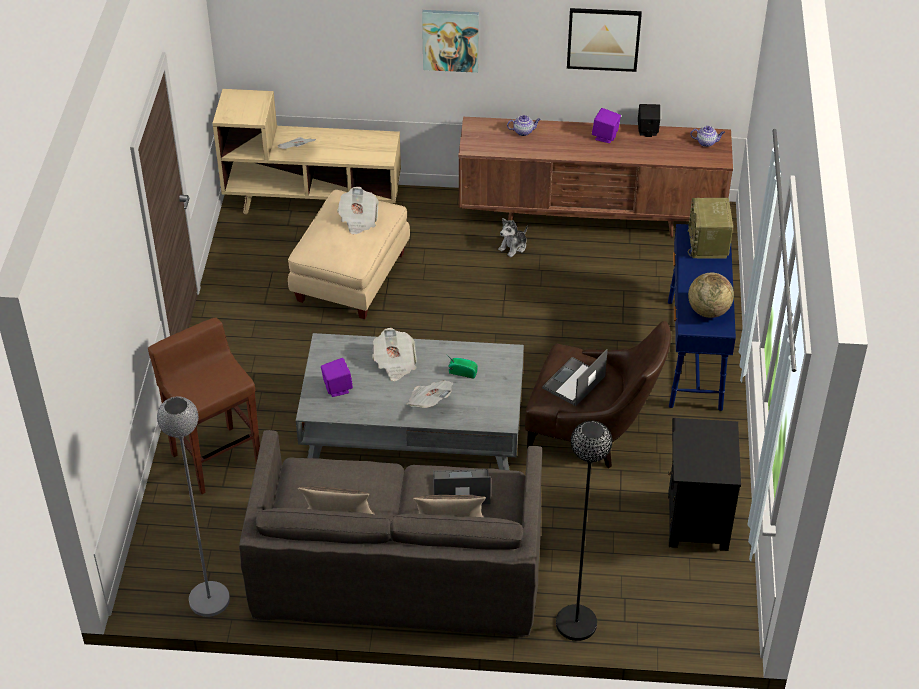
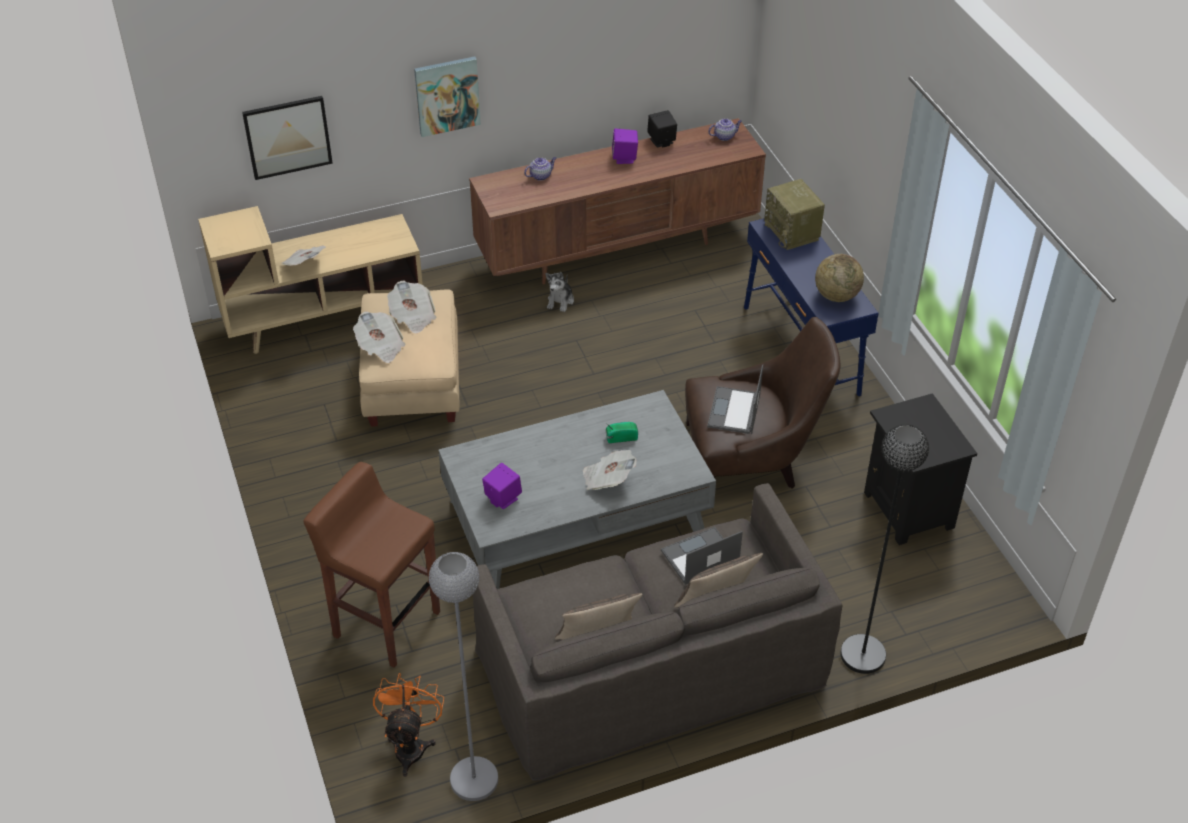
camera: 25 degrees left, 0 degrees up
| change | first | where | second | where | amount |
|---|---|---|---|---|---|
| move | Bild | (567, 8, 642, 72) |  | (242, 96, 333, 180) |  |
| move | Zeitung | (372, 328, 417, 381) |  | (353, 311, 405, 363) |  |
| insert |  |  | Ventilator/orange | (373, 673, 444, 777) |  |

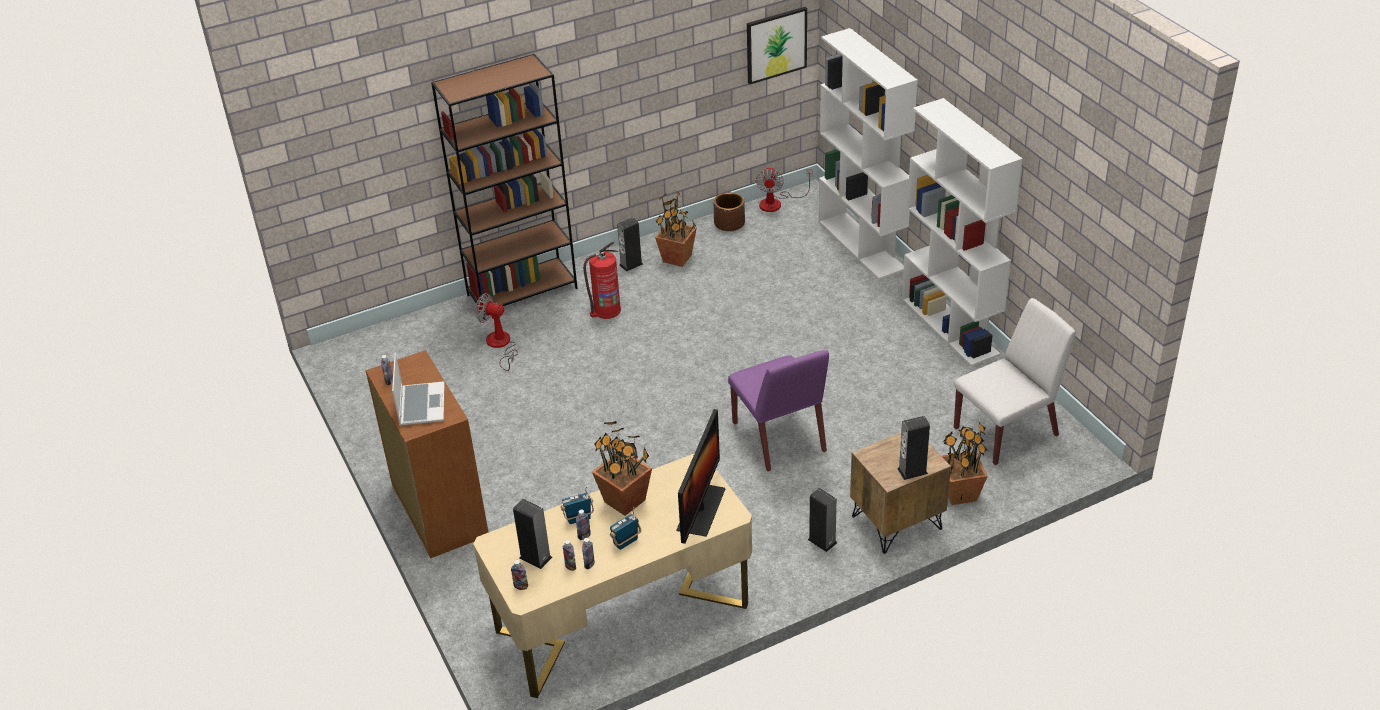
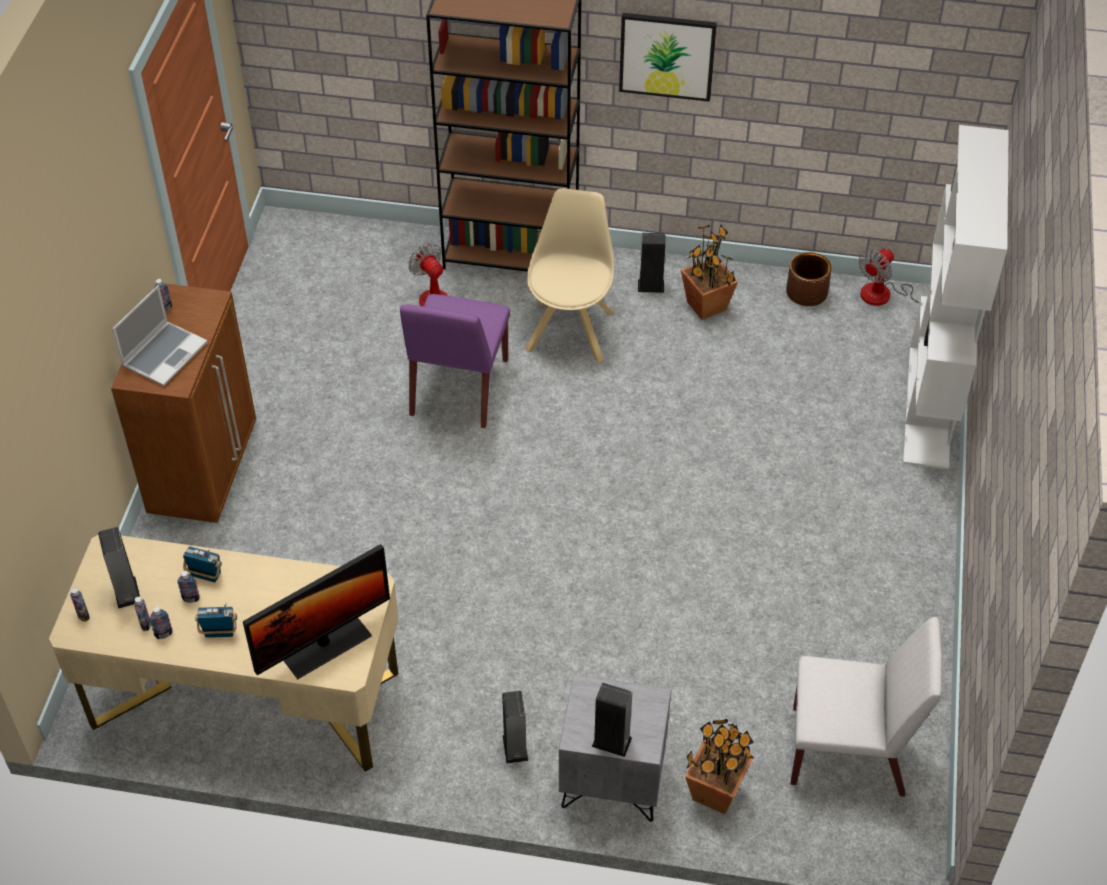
camera: 35 degrees right, 10 degrees up
| change | first | where | second | where | amount |
|---|---|---|---|---|---|
| move | Bild | (747, 7, 807, 84) |  | (619, 13, 717, 102) |  |
| delete | Bücherregal/weiß | (902, 98, 1022, 367) |  |  |  |
| replace | Feuerlöscher | (583, 241, 621, 319) | Stuhl/beige | (525, 188, 614, 362) |  |
| move | Stuhl/lila | (728, 350, 829, 472) |  | (400, 294, 510, 428) |  |
| delete | Topfpflanze | (592, 421, 652, 516) |  |  |  |
| recolor | Nachttisch/braun | (850, 433, 951, 554) | Nachttisch/grau | (559, 675, 672, 822) |  |

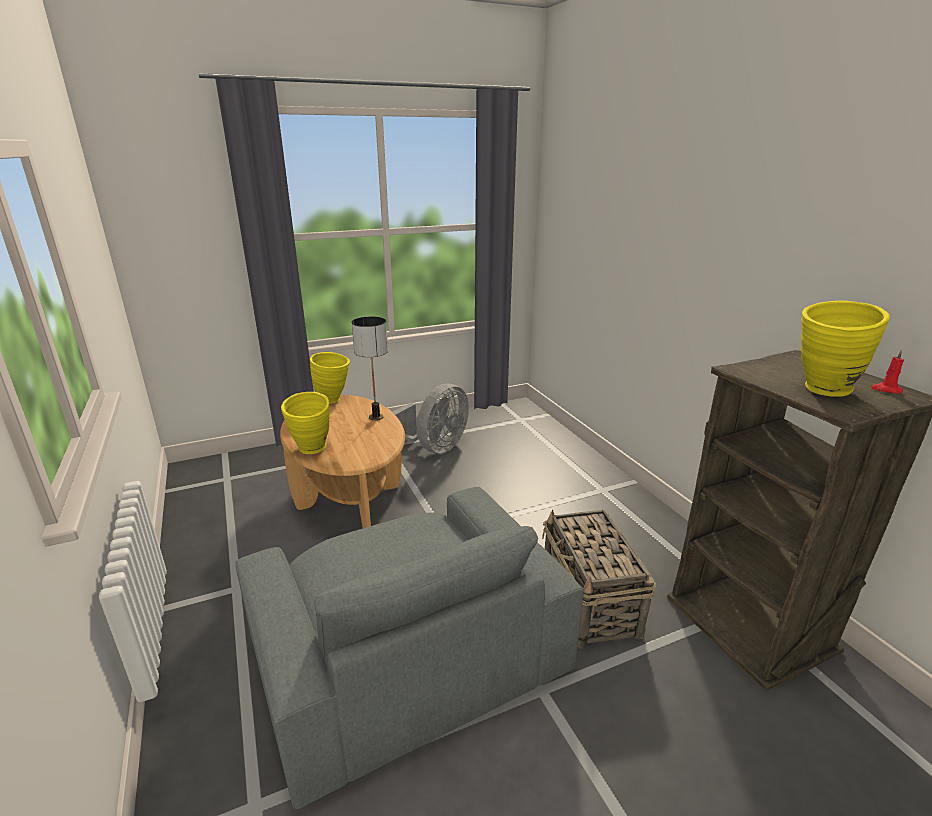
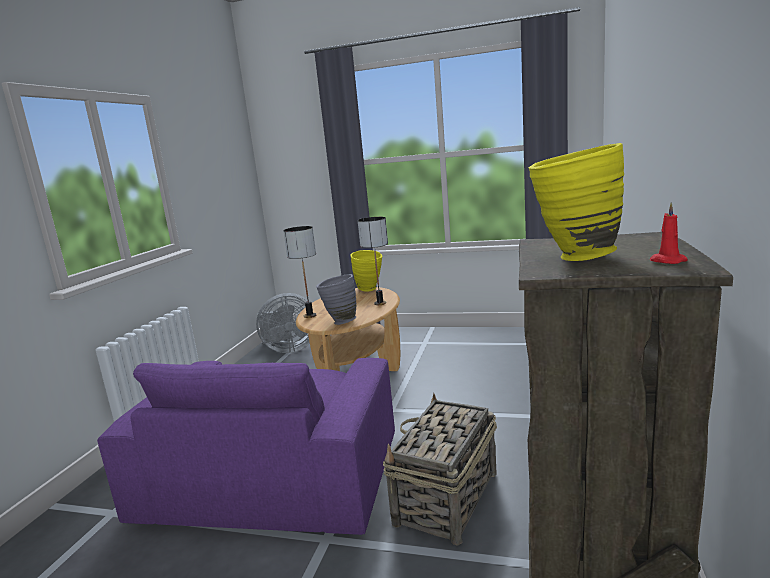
camera: 40 degrees right, 10 degrees down
| change | first | where | second | where | amount |
|---|---|---|---|---|---|
| move | Ventilator/grau | (393, 384, 469, 453) |  | (256, 293, 310, 353) |  |
| replace | Vase/gelb | (281, 392, 330, 454) | Tischlampe | (283, 226, 316, 318) |  |
| recolor | Sessel/grau | (235, 487, 584, 810) | Sessel/lila | (97, 358, 395, 535) |  |
| insert |  |  | Vase/grau | (316, 274, 356, 325) |  |

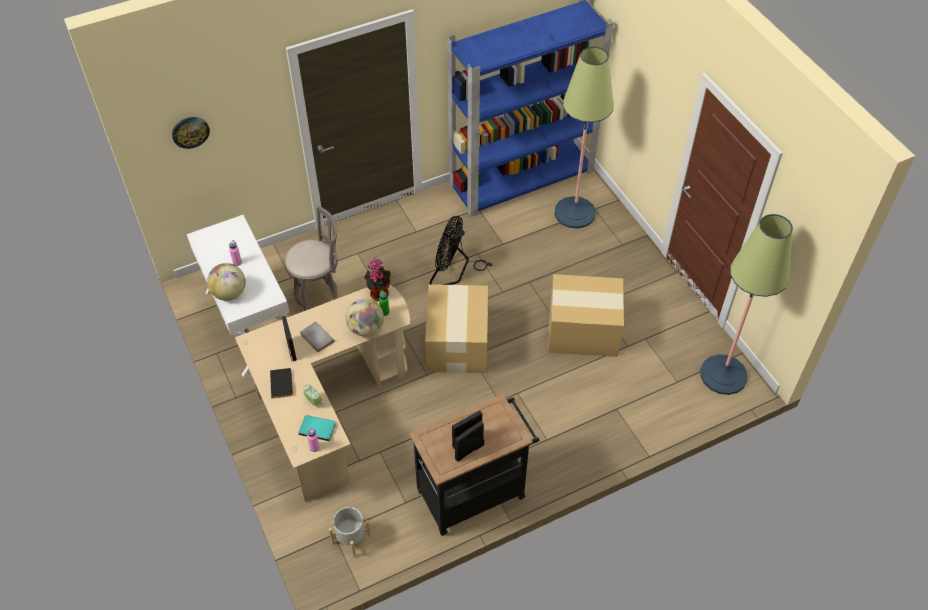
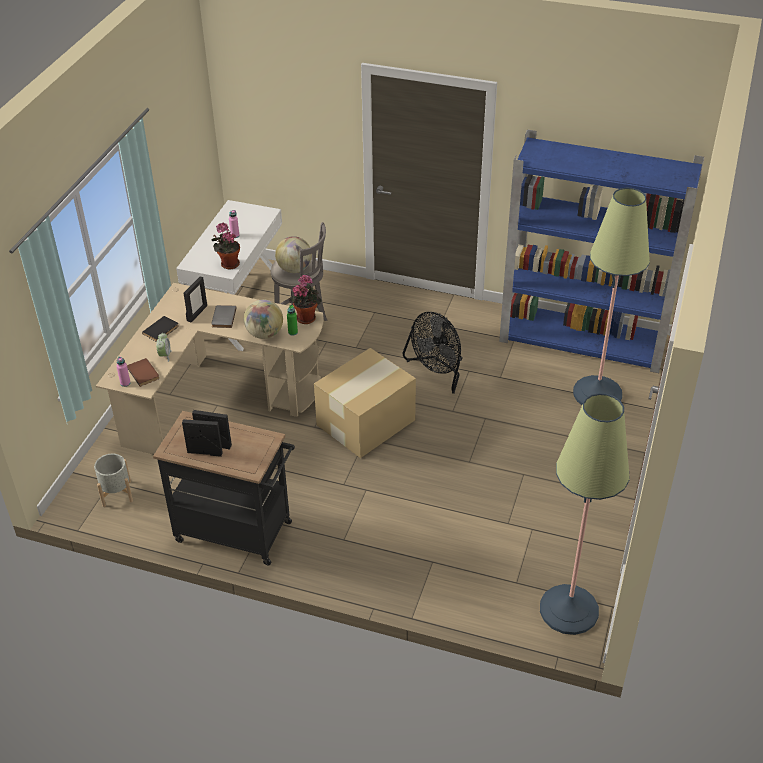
camera: 45 degrees right, 10 degrees down
| change | first | where | second | where | amount |
|---|---|---|---|---|---|
| delete | Wanduhr | (172, 117, 210, 149) |  |  |  |
| rotate | Ventilator/schwarz | (430, 215, 492, 285) |  | (403, 312, 463, 394) | 105 degrees counterclockwise |
| move | Globus | (207, 263, 246, 301) |  | (275, 236, 312, 273) |  |
| delete | Karton | (548, 274, 624, 357) |  |  |  |
| recolor | Buch/türkis | (298, 415, 336, 441) | Buch/braun | (127, 358, 159, 387) |  |
| insert |  |  | Topfpflanze | (211, 223, 240, 270) |  |

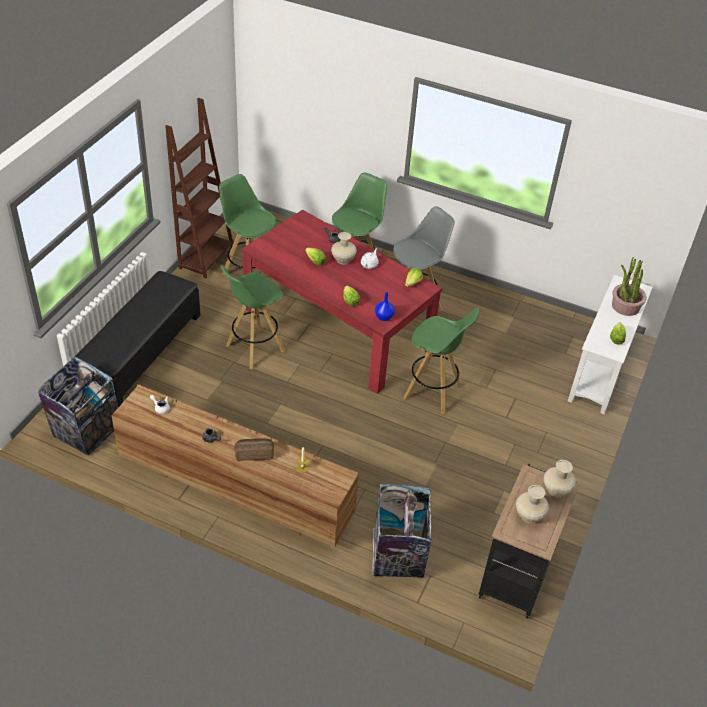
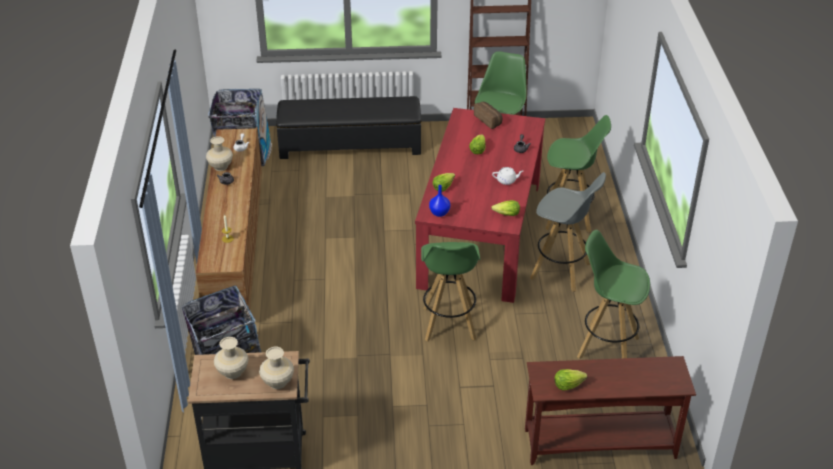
camera: 65 degrees right, 5 degrees down
| change | first | where | second | where | amount |
|---|---|---|---|---|---|
| move | Vase/beige | (331, 232, 357, 265) |  | (206, 136, 233, 171) |  |
| delete | Topfpflanze | (612, 257, 647, 316) |  |  |  |
| move | Hocker/grün | (221, 264, 285, 369) |  | (577, 230, 650, 359) |  |
| recolor | Konsolentisch/weiß | (568, 275, 653, 414) | Konsolentisch/braun | (525, 356, 696, 465) |  |
| move | Brot | (234, 438, 274, 461) |  | (474, 102, 503, 129) |  |

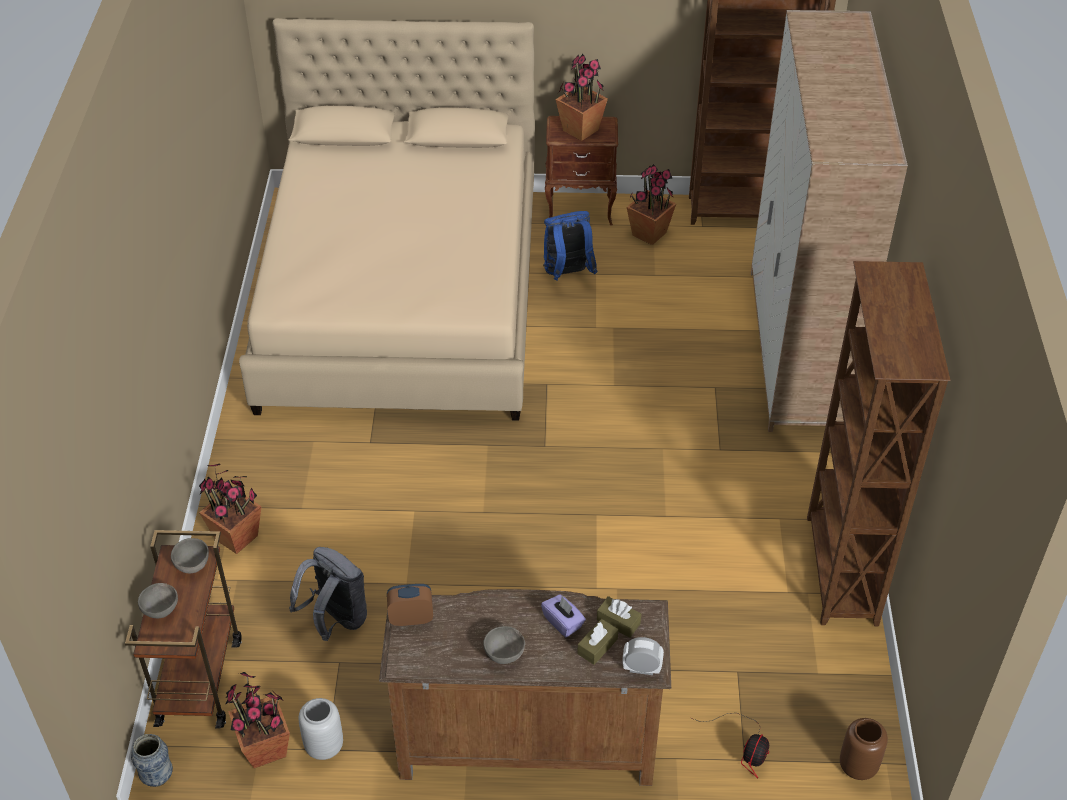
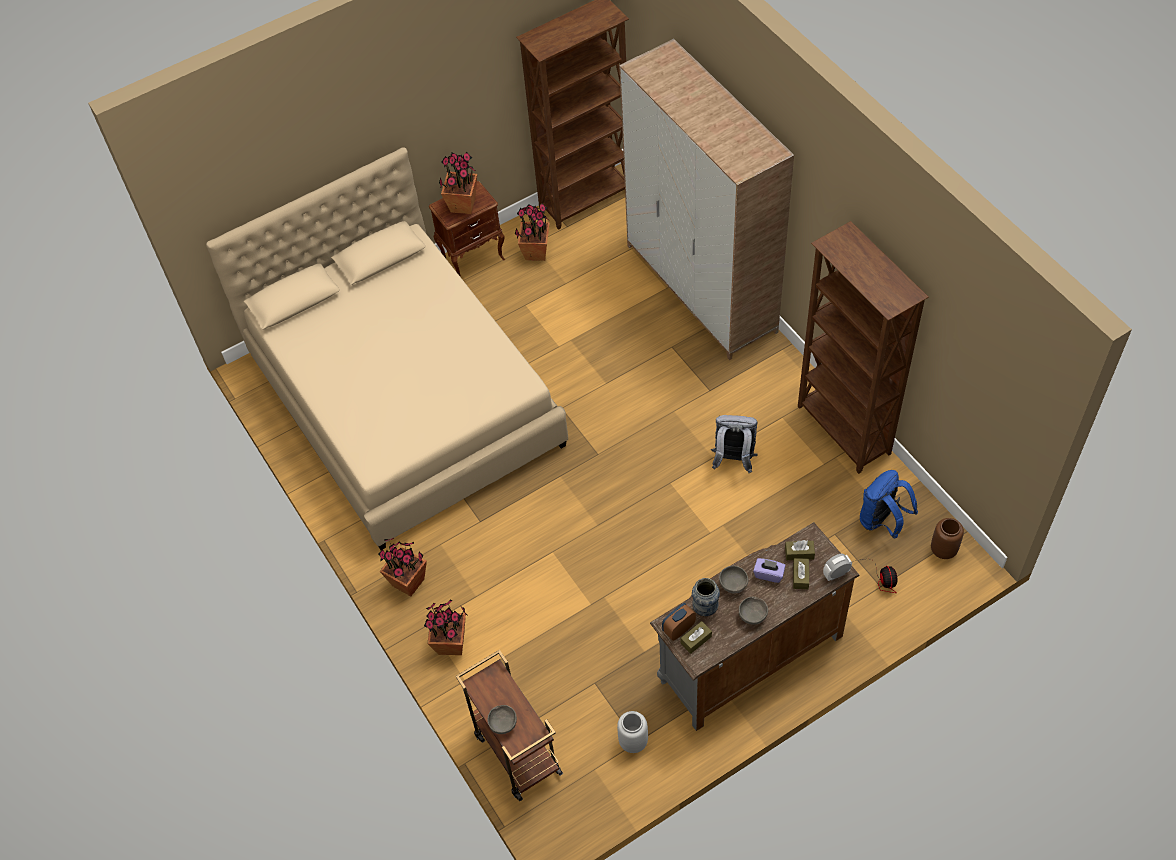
camera: 30 degrees left, 10 degrees up
| change | first | where | second | where | amount |
|---|---|---|---|---|---|
| move | Rucksack/blau | (543, 211, 598, 280) |  | (860, 470, 918, 539) |  |
| move | Schüssel/grau | (171, 538, 209, 573) |  | (719, 566, 748, 593) |  |
| move | Rucksack/grau | (289, 547, 367, 641) |  | (710, 415, 758, 473) |  |
| move | Topfpflanze | (225, 672, 290, 768) |  | (379, 538, 427, 596) |  |
| move | Vase | (131, 734, 173, 787) |  | (692, 578, 720, 616) |  |
| insert |  |  | Taschentuchbox/braun | (681, 621, 712, 654) |  |

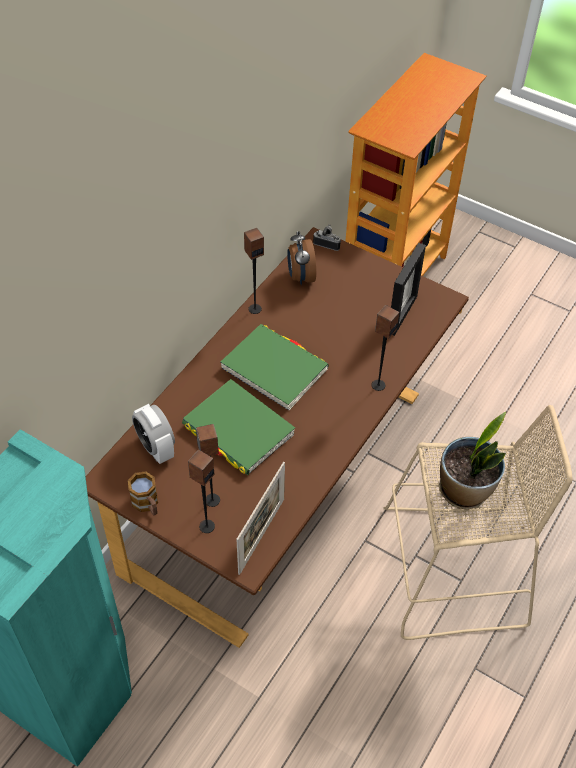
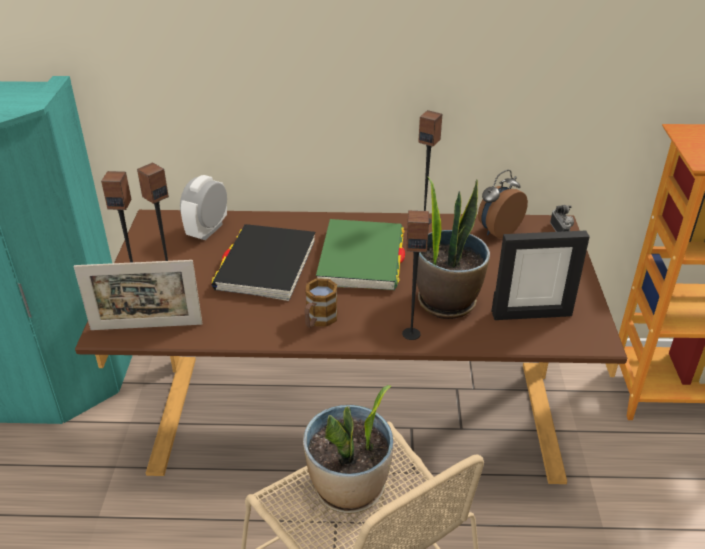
camera: 60 degrees right, 15 degrees down
| change | first | where | second | where | amount |
|---|---|---|---|---|---|
| recolor | Buch/grün | (182, 379, 295, 475) | Buch/schwarz | (212, 224, 315, 301) |  |
| move | Henkelbecher | (128, 471, 158, 515) |  | (304, 278, 338, 328) |  |
| insert |  |  | Topfpflanze | (417, 176, 490, 319) |  |

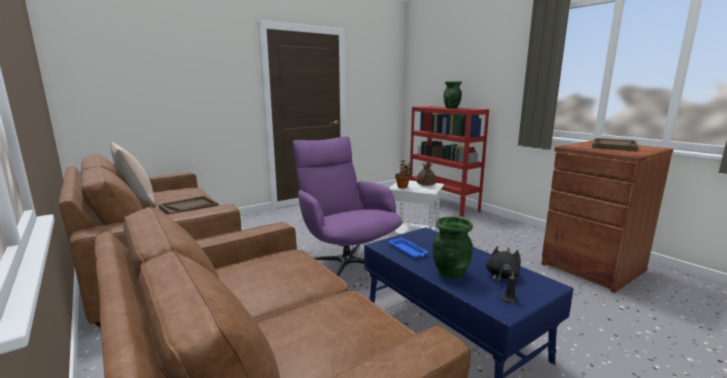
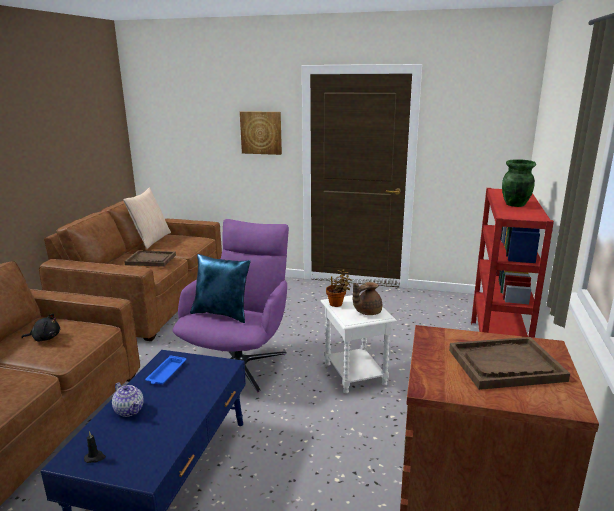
camera: 50 degrees right, 5 degrees up
| change | first | where | second | where | amount |
|---|---|---|---|---|---|
| replace | Vase/grün | (433, 217, 473, 279) | Teekanne | (112, 382, 144, 417) |  |
| move | Plüschtier/schwarz | (486, 246, 521, 285) |  | (21, 313, 60, 342) |  |
| insert |  |  | Bild | (240, 111, 282, 155) |  |
| insert |  |  | Kissen/blau | (190, 254, 251, 323) |  |

